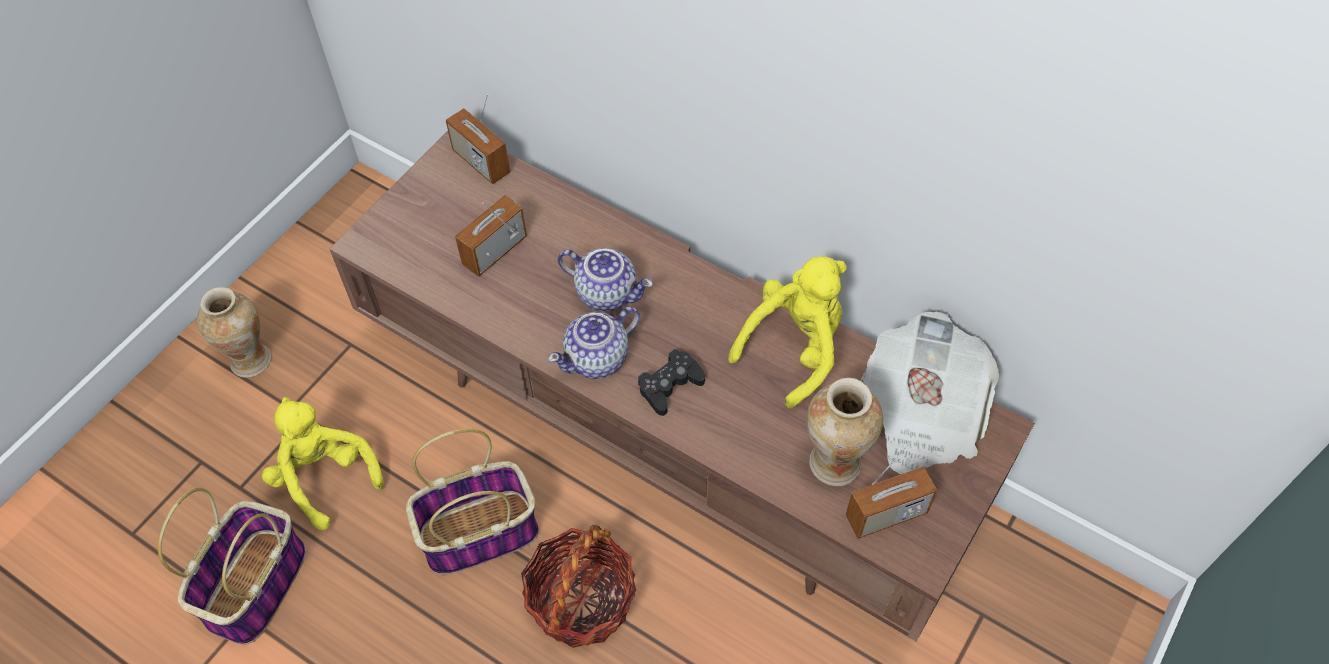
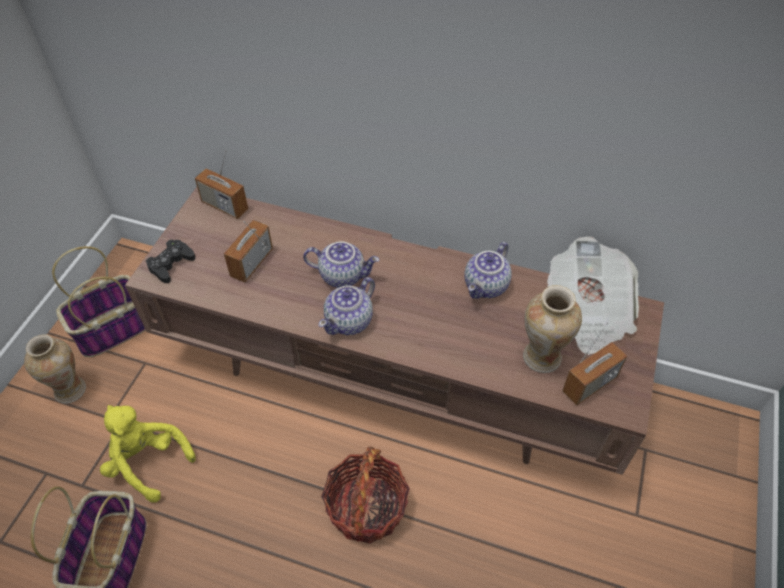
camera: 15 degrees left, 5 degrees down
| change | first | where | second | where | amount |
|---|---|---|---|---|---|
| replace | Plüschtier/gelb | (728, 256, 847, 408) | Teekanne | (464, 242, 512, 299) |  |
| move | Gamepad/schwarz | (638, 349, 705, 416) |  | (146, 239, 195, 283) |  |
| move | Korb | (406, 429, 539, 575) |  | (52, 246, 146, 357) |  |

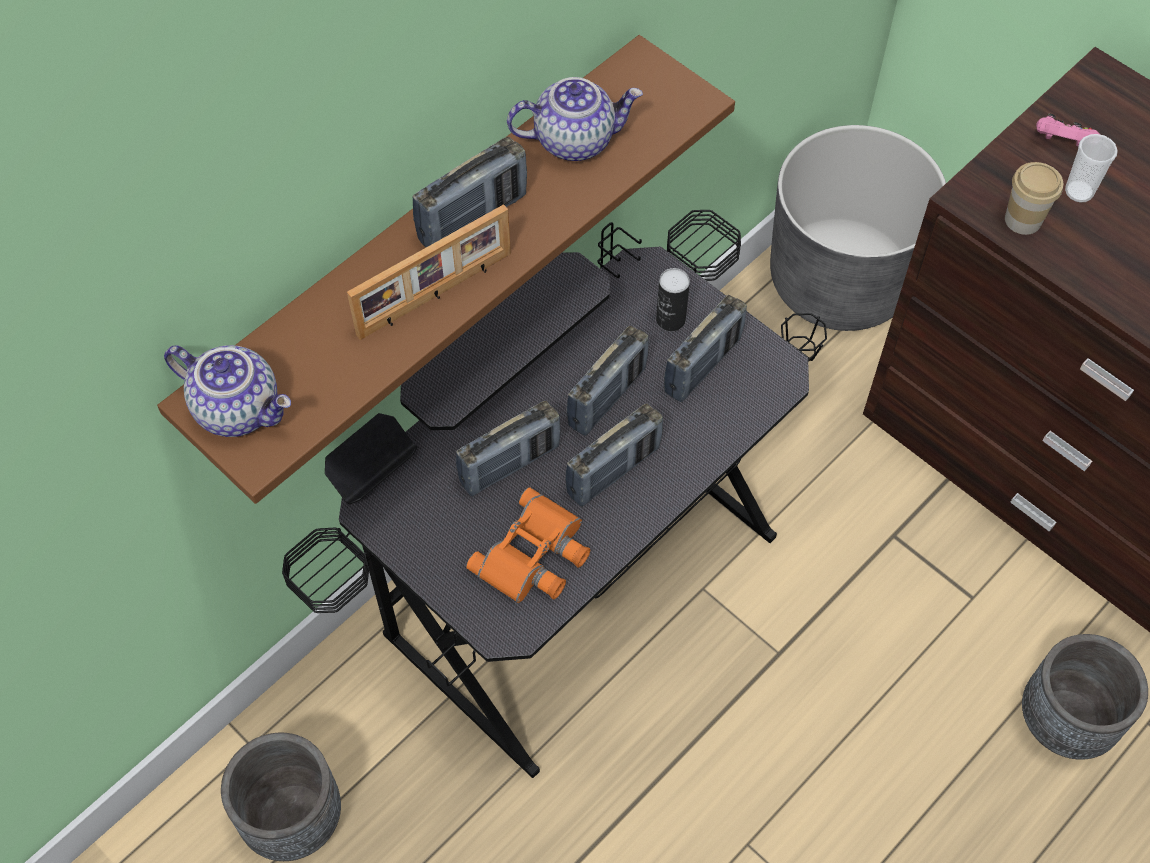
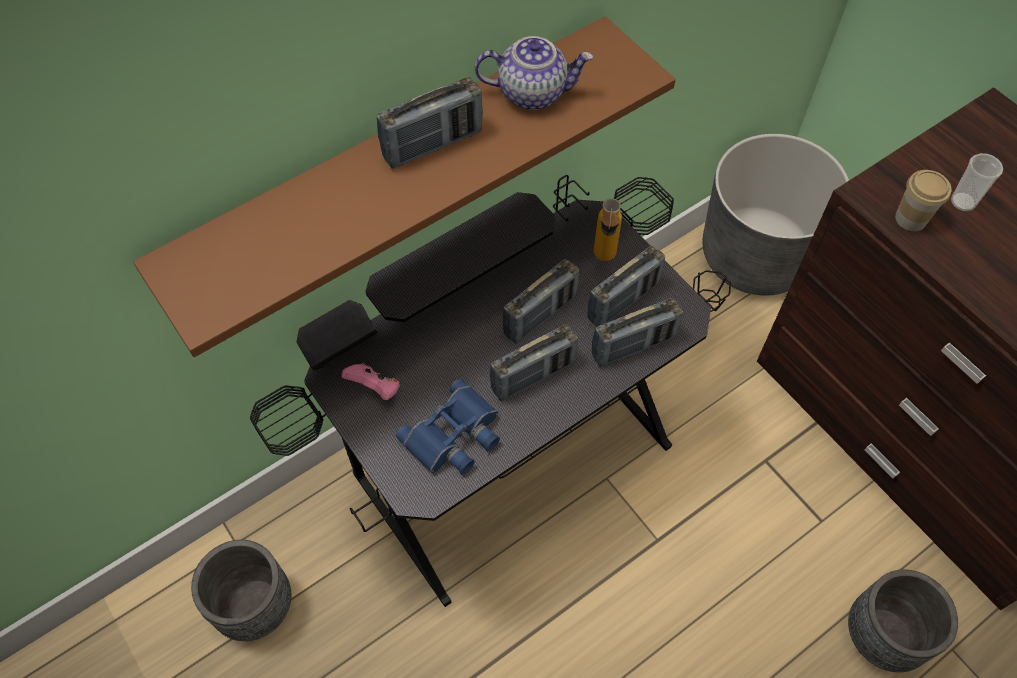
camera: 10 degrees right, 0 degrees up
| change | first | where | second | where | amount |
|---|---|---|---|---|---|
| move | Gamepad/rosa | (1036, 114, 1099, 146) |  | (341, 361, 400, 400) |  |
| delete | Bilderrahmen | (347, 204, 511, 340) |  |  |  |
| replace | Dose | (656, 268, 690, 331) | Flasche | (594, 198, 622, 261) |  |
| delete | Teekanne | (164, 345, 291, 437) |  |  |  |
| move | Radio | (456, 401, 561, 496) |  | (592, 298, 683, 367) |  |
| recolor | Fernglas/orange | (466, 487, 590, 603) | Fernglas/blau | (396, 379, 500, 475) |  |

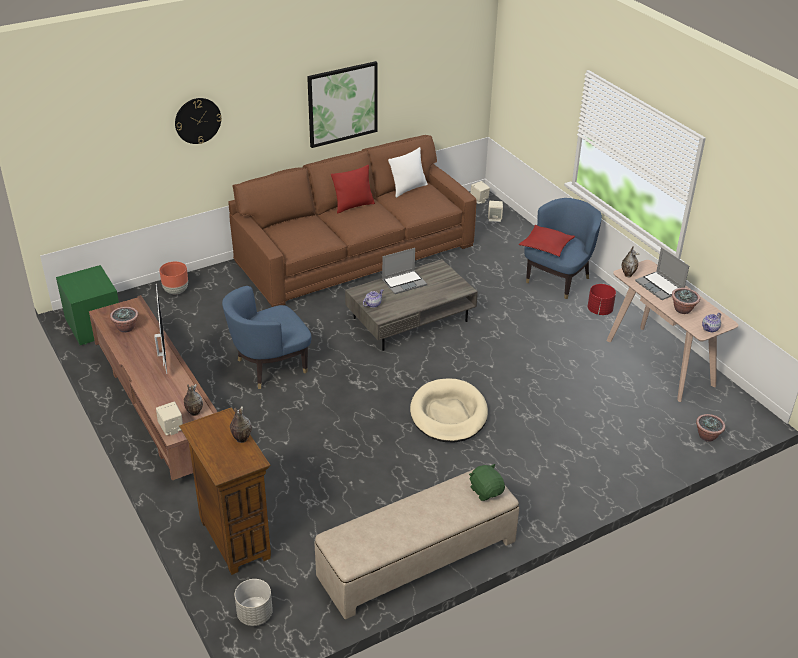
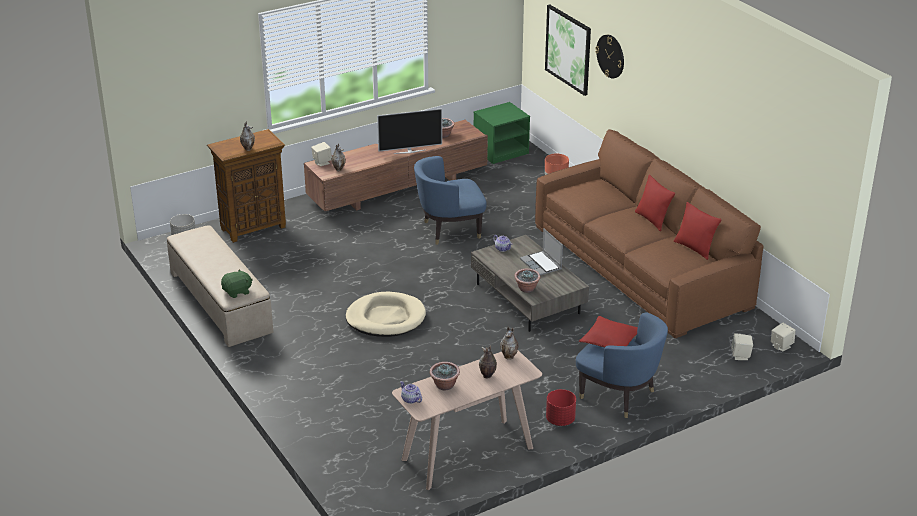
camera: 90 degrees right, 5 degrees down
| change | first | where | second | where | amount |
|---|---|---|---|---|---|
| move | Bild | (307, 61, 378, 148) |  | (545, 5, 591, 96) |  |
| recolor | Kissen/weiß | (388, 147, 428, 198) | Kissen/rot | (674, 202, 722, 260) |  |
| replace | Laptop | (635, 247, 689, 300) | Vase | (479, 345, 497, 379) |  |
| rotate | Sessel/blau | (222, 286, 311, 389) |  | (414, 156, 487, 245) | 75 degrees counterclockwise |
| move | Topfpflanze | (696, 414, 725, 442) |  | (514, 269, 540, 293) |  |

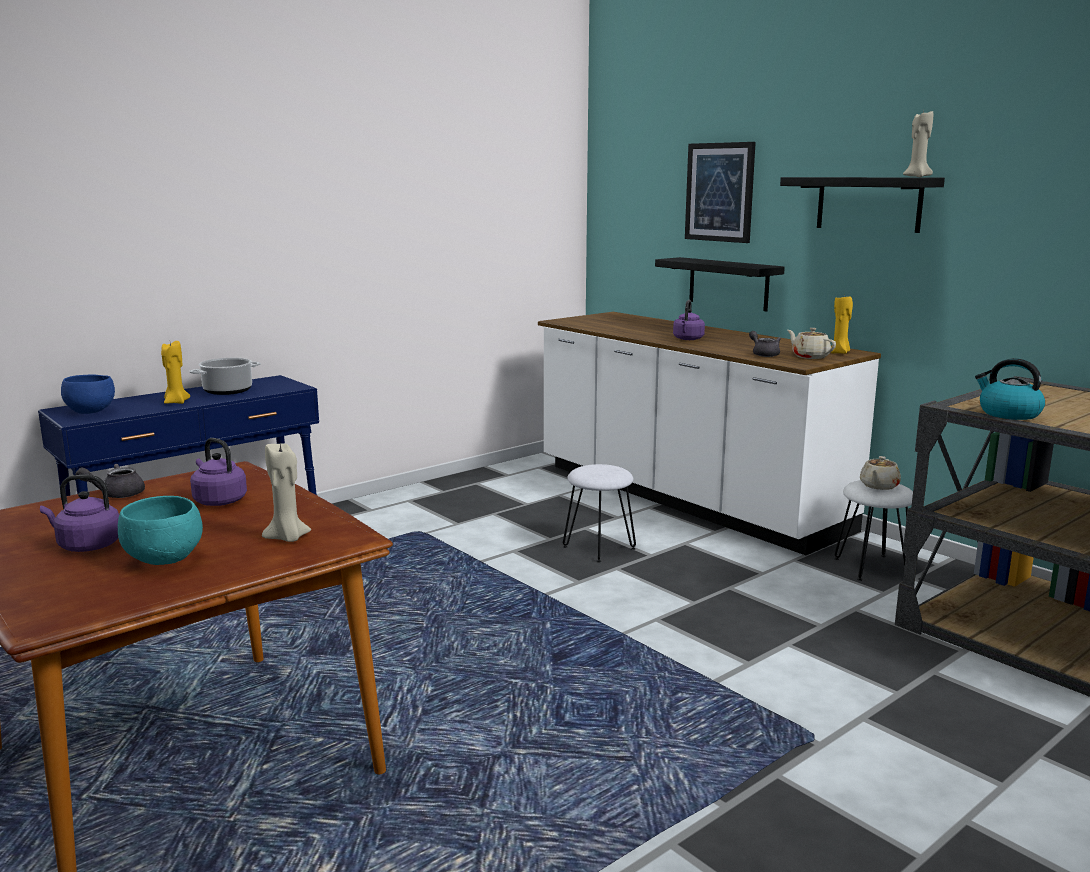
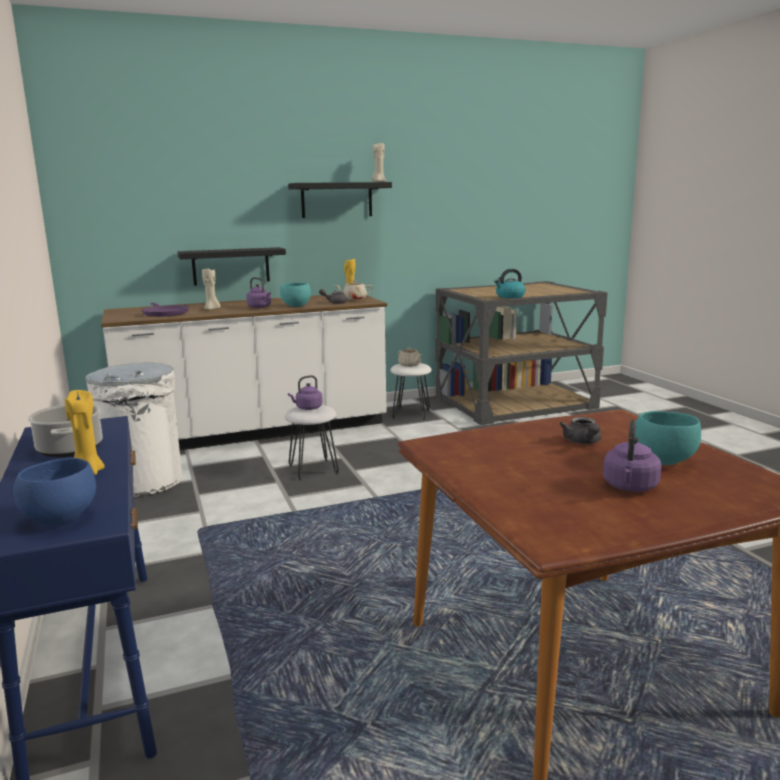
camera: 70 degrees left, 0 degrees up
| change | first | where | second | where | amount |
|---|---|---|---|---|---|
| delete | Bild | (685, 142, 756, 243) |  |  |  |
| move | Wasserkessel/lila | (190, 438, 247, 506) |  | (288, 375, 323, 410) |  |
| move | Kerze/beige | (262, 443, 311, 542) |  | (202, 269, 221, 310) |  |
| move | Teekanne/grau | (75, 464, 145, 498) |  | (560, 417, 601, 444) |  |
| insert |  |  | Schüssel/türkis | (280, 283, 311, 307) |  |
| insert |  |  | Pfanne/lila | (142, 302, 189, 317) |  |
| insert |  |  | Mülleimer/weiß | (85, 363, 183, 497) |  |

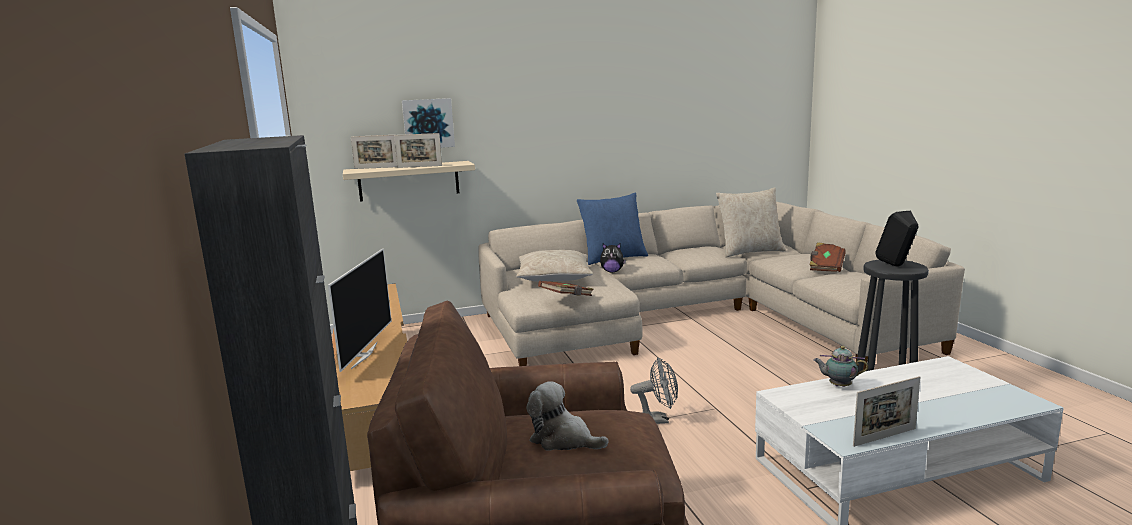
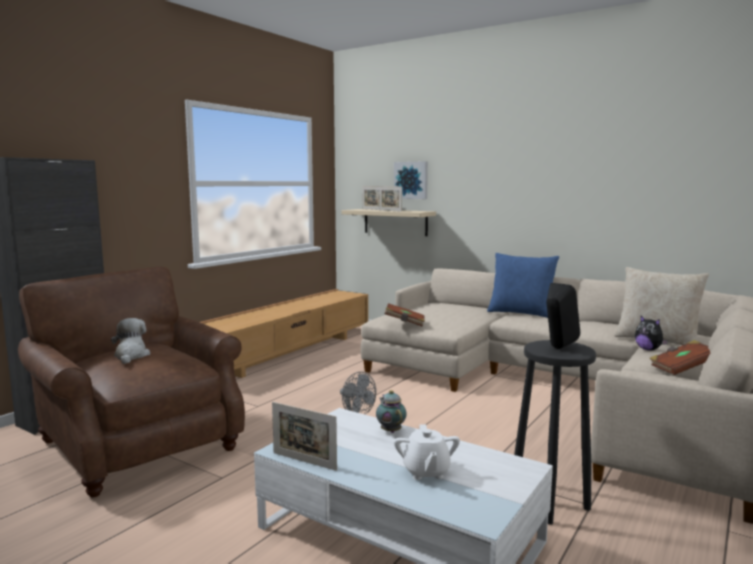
camera: 50 degrees right, 5 degrees down
| change | first | where | second | where | amount |
|---|---|---|---|---|---|
| move | Plüschtier | (600, 244, 626, 272) |  | (635, 316, 668, 351) |  |
| delete | Fernseher | (328, 249, 392, 372) |  |  |  |
| delete | Kissen/beige | (517, 250, 593, 282) |  |  |  |
| insert |  |  | Teekanne/weiß | (394, 424, 460, 480) |  |

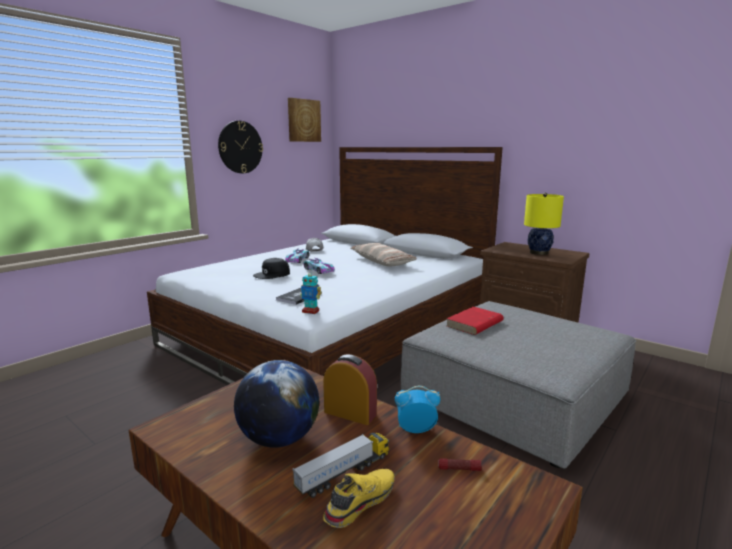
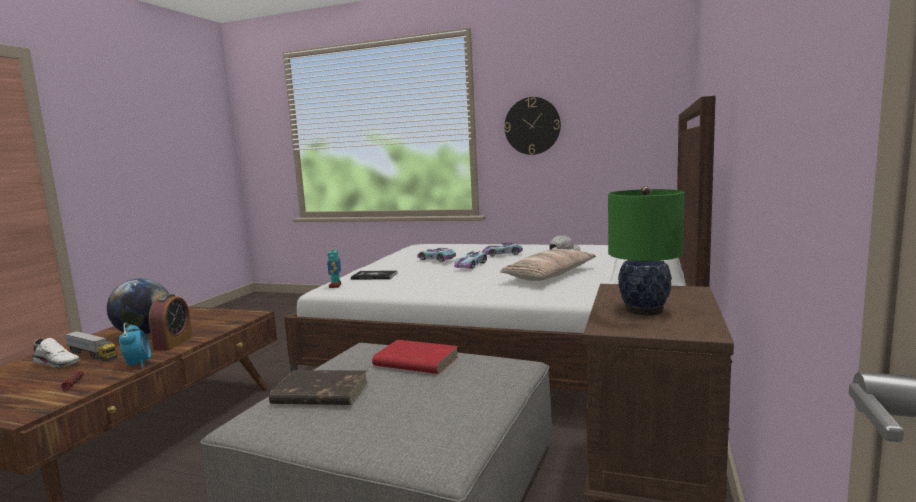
camera: 70 degrees right, 5 degrees down
| change | first | where | second | where | amount |
|---|---|---|---|---|---|
| delete | Bild | (288, 98, 321, 142) |  |  |  |
| recolor | Tischlampe/gelb | (524, 193, 564, 255) | Tischlampe/grün | (608, 186, 685, 315) |  |
| replace | Kappe/schwarz | (253, 258, 290, 279) | Spielzeugauto | (417, 248, 456, 262) |  |
| recolor | Schuh/gelb | (323, 469, 395, 528) | Schuh/weiß | (32, 338, 80, 368) |  |
| insert |  |  | Buch/braun | (269, 370, 368, 405) |  |

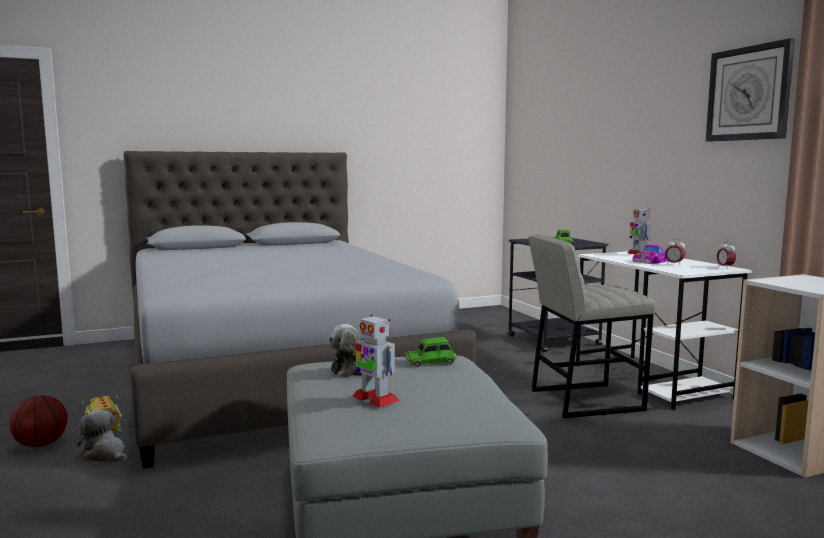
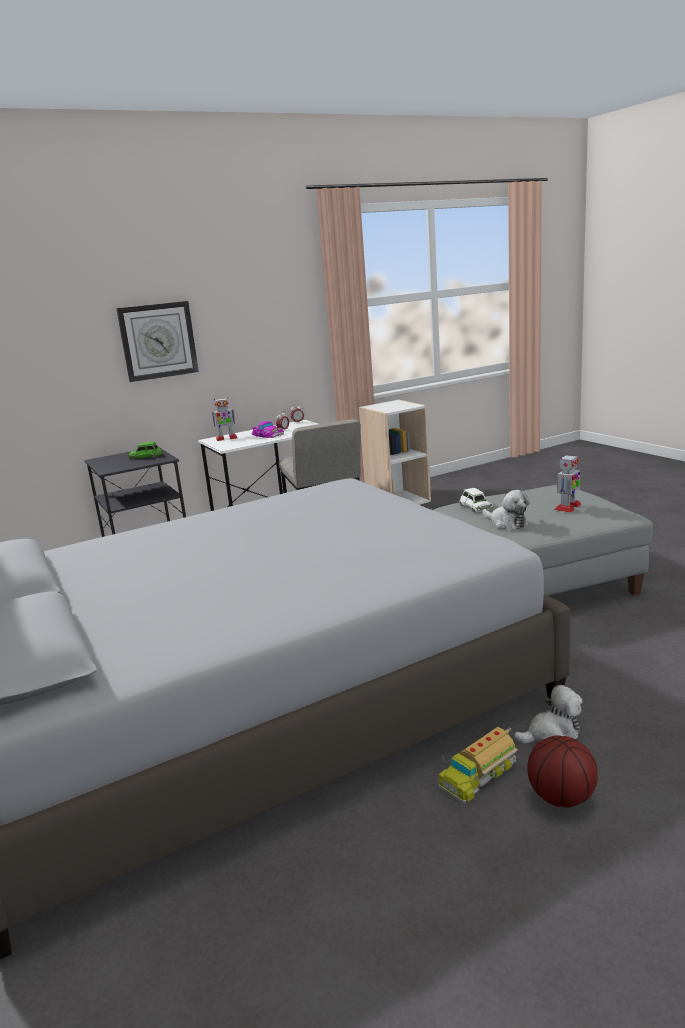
camera: 95 degrees left, 10 degrees up
| change | first | where | second | where | amount |
|---|---|---|---|---|---|
| move | Wanduhr | (706, 38, 795, 142) |  | (116, 301, 199, 382) |  |
| recolor | Spielzeugauto/grün | (404, 337, 457, 367) | Spielzeugauto/weiß | (459, 488, 493, 512) |  |
| rotate | Plüschtier | (77, 410, 127, 463) |  | (514, 685, 583, 744) | 135 degrees counterclockwise |

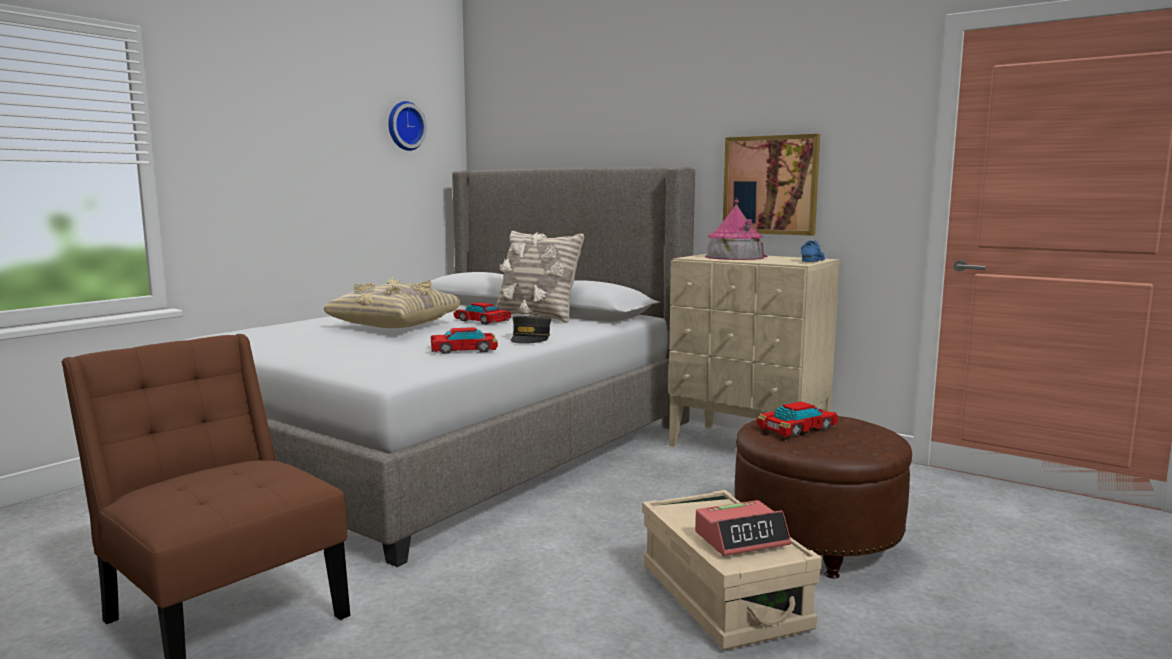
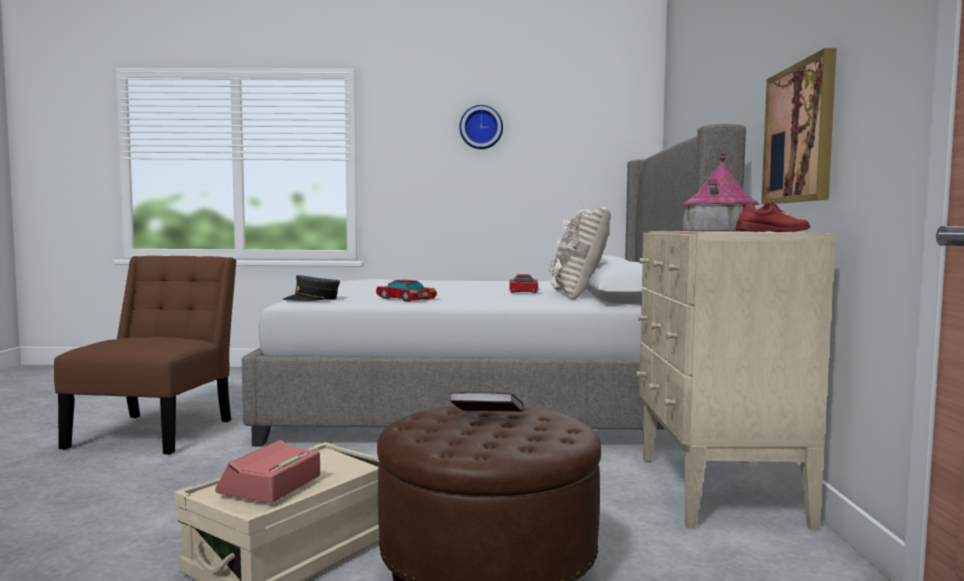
camera: 55 degrees right, 5 degrees down
| change | first | where | second | where | amount |
|---|---|---|---|---|---|
| move | Wanduhr | (388, 101, 427, 151) |  | (459, 105, 503, 149) |  |
| recolor | Schuh/blau | (801, 241, 825, 262) | Schuh/rot | (735, 202, 810, 232) |  |
| delete | Kissen/beige | (324, 278, 461, 328) |  |  |  |
| move | Kappe/grau | (511, 316, 551, 344) |  | (283, 275, 340, 301) |  |
| replace | Spielzeugauto | (757, 401, 838, 437) | Buch | (450, 392, 523, 412) |  |
| rotate | Wecker | (695, 500, 791, 556) |  | (215, 440, 320, 503) | 75 degrees clockwise |

